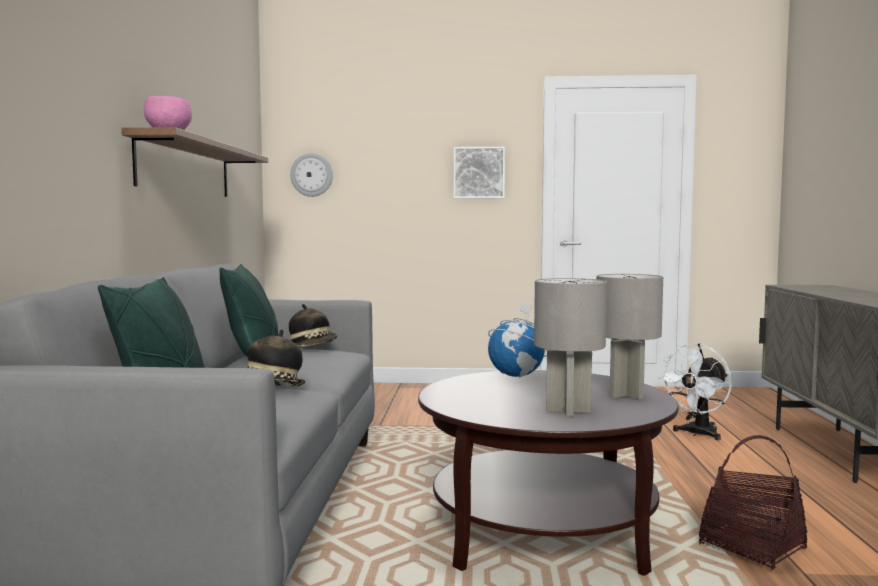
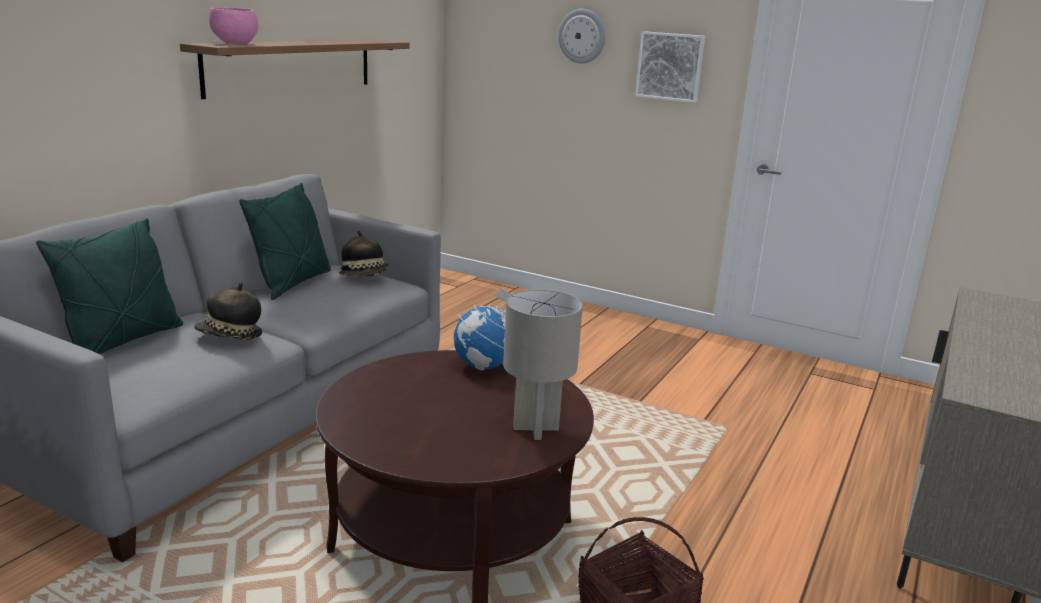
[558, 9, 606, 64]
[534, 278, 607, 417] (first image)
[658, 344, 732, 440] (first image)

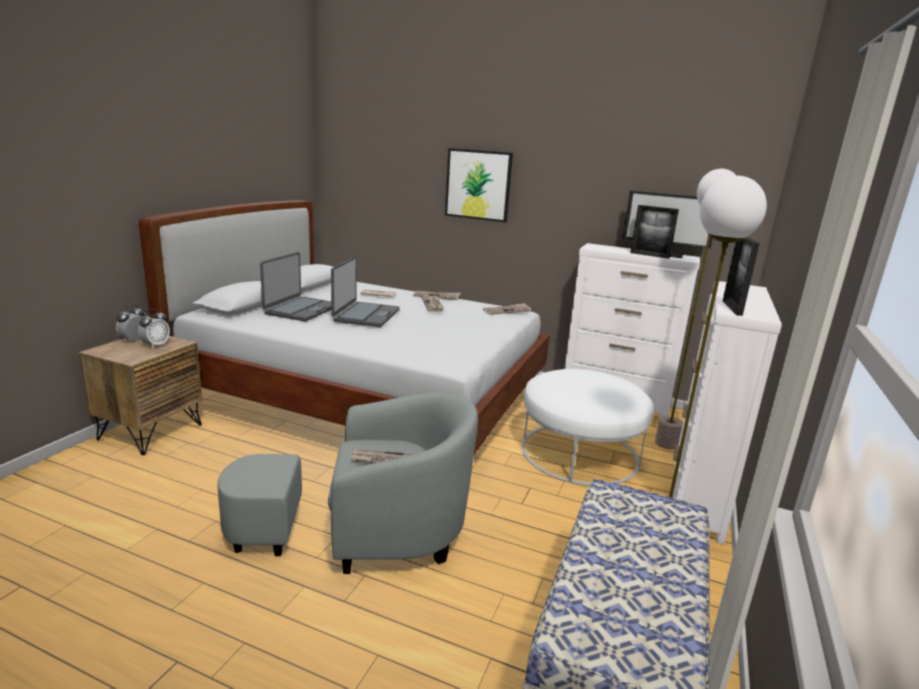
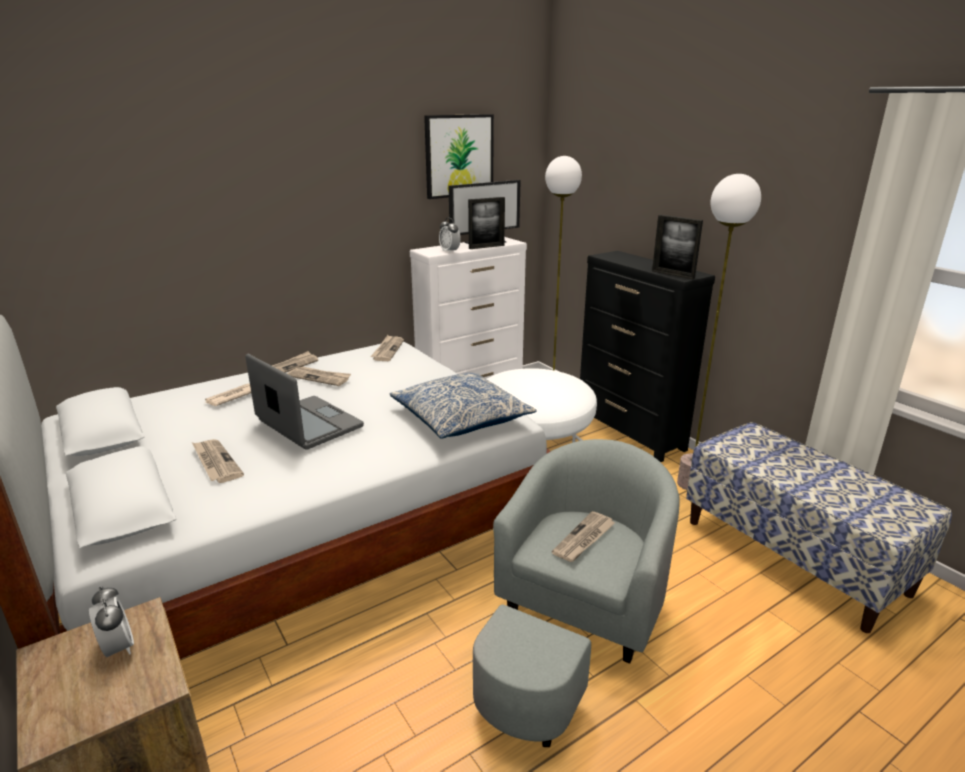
[439, 218, 461, 253]
[192, 439, 244, 483]
[424, 114, 494, 199]
[580, 251, 715, 462]
[389, 373, 537, 439]

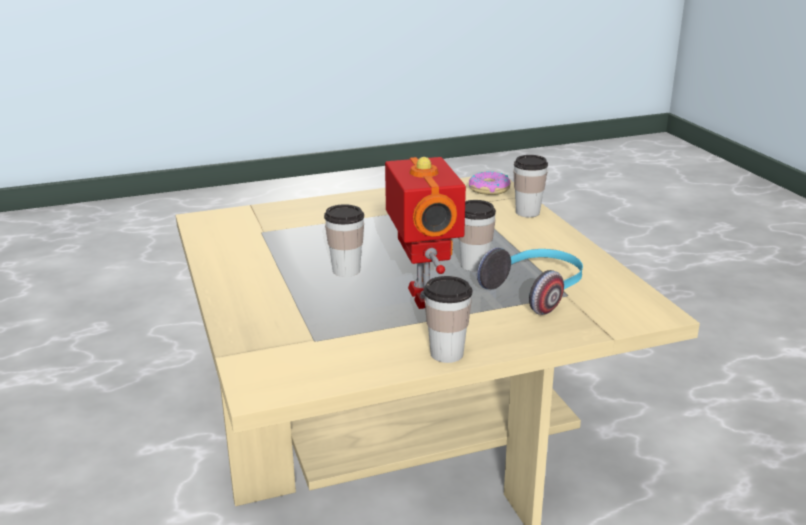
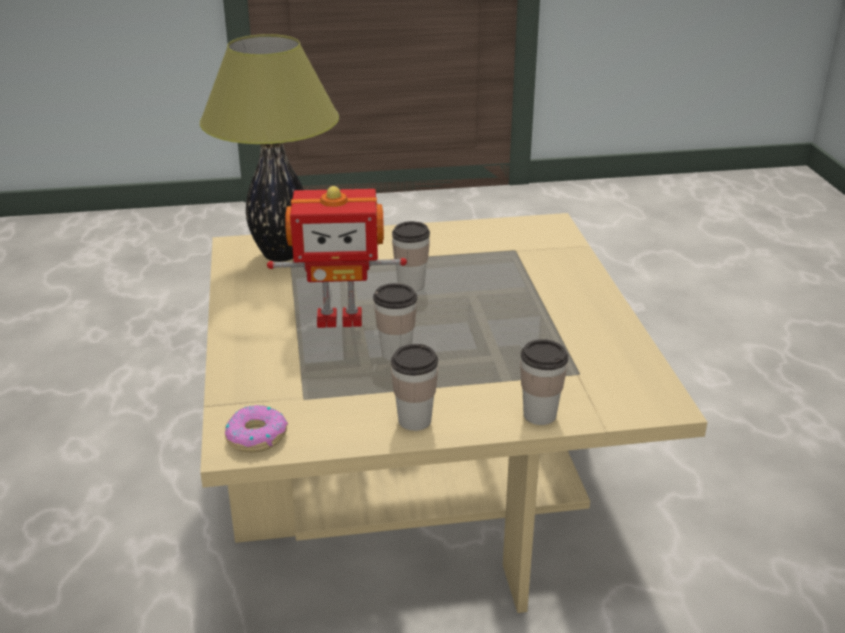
[391, 344, 438, 431]
[225, 405, 288, 452]
[477, 248, 583, 315] (first image)
[200, 34, 339, 262]

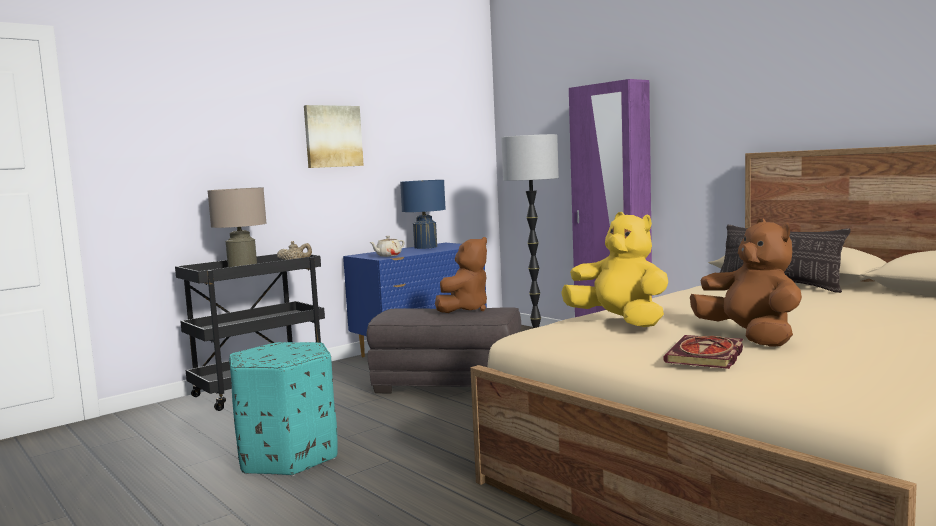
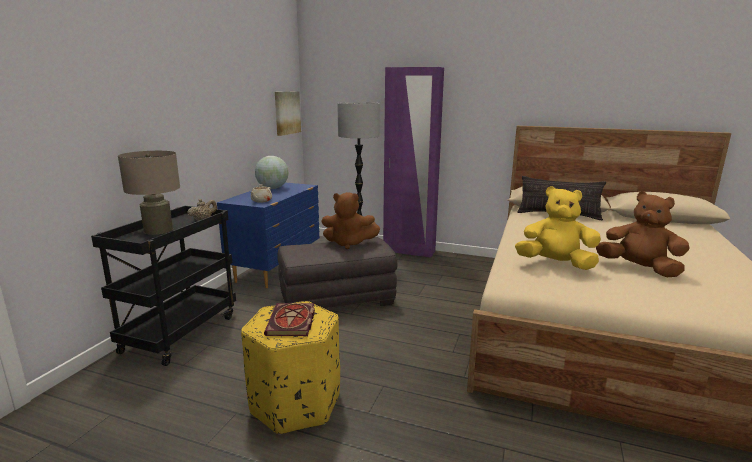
[241, 301, 340, 434]
[275, 91, 301, 136]
[255, 156, 288, 189]
[321, 192, 380, 249]
[264, 303, 315, 336]

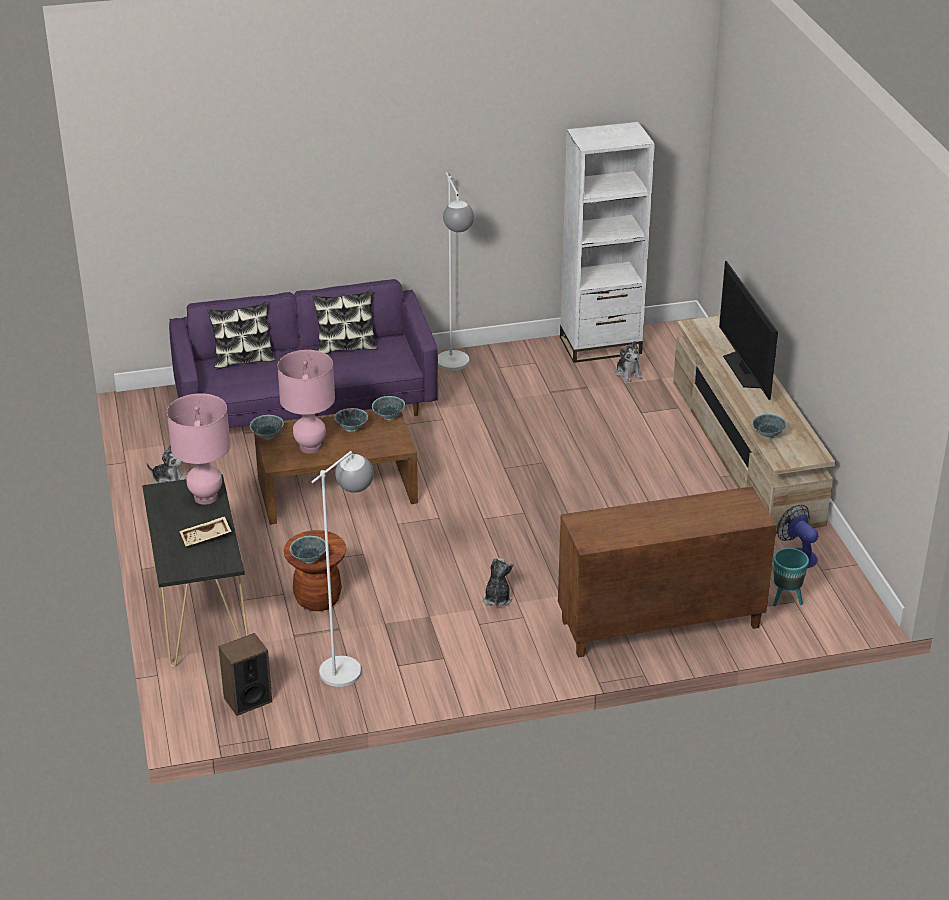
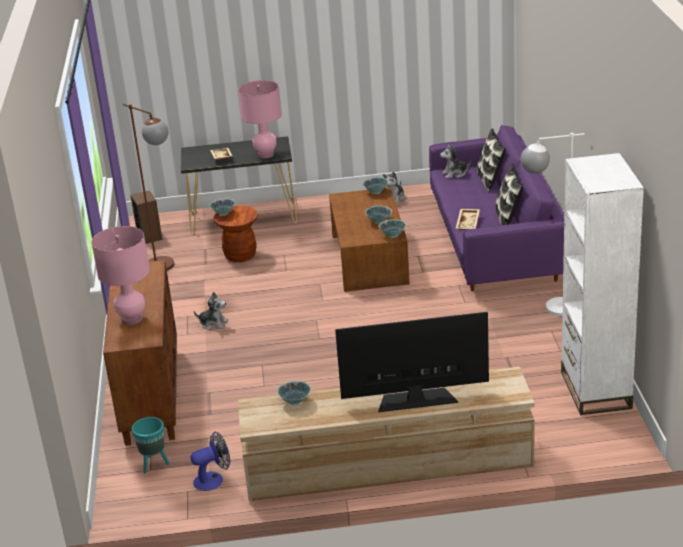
[91, 226, 150, 325]
[123, 104, 174, 271]
[440, 144, 471, 179]
[456, 209, 480, 230]

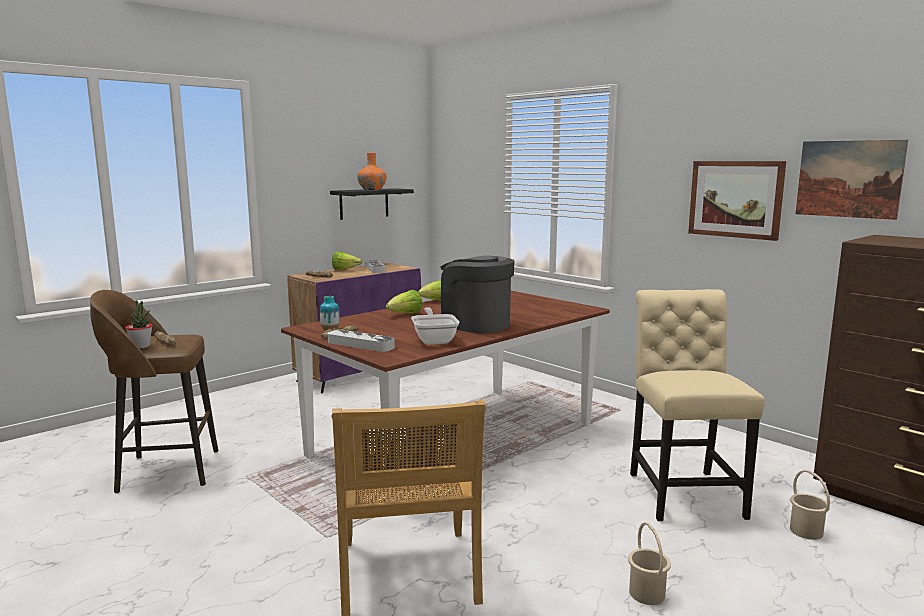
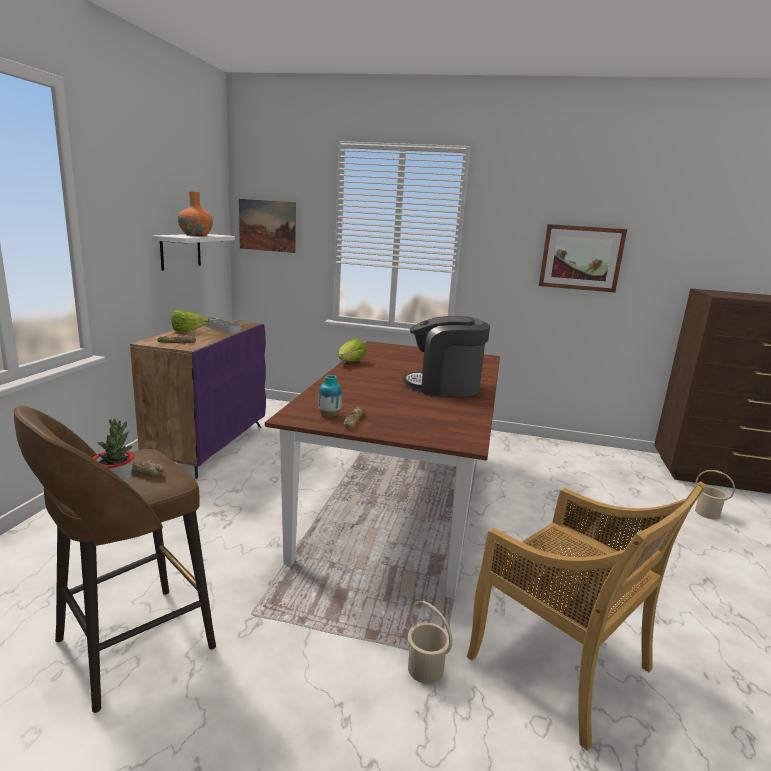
[328, 330, 395, 352] (first image)
[151, 234, 235, 271]
[386, 290, 423, 314] (first image)
[411, 308, 460, 344] (first image)
[408, 601, 452, 684]
[630, 289, 765, 522] (first image)
[239, 199, 296, 253]

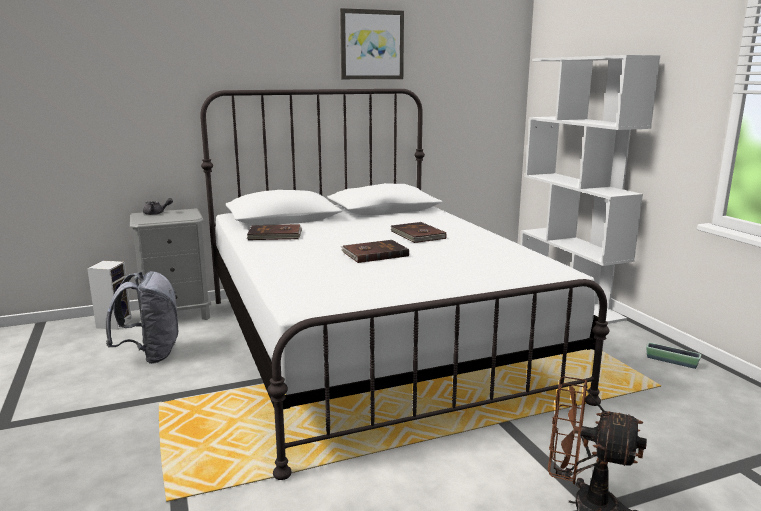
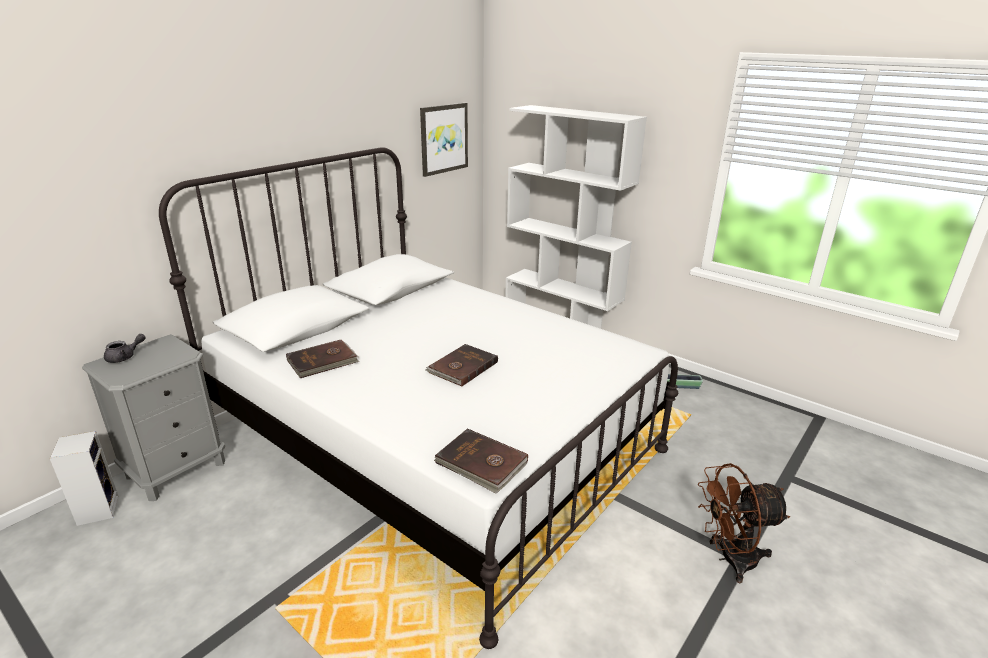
[106, 271, 178, 364] (first image)
[420, 103, 468, 177]
[434, 428, 528, 493]

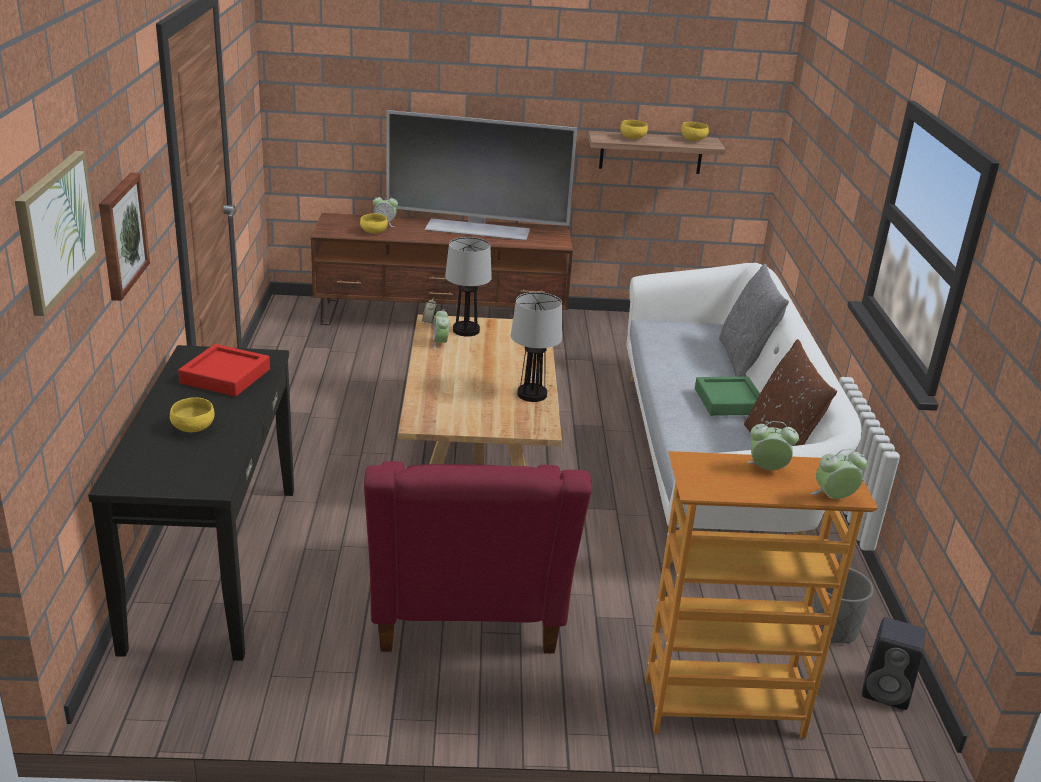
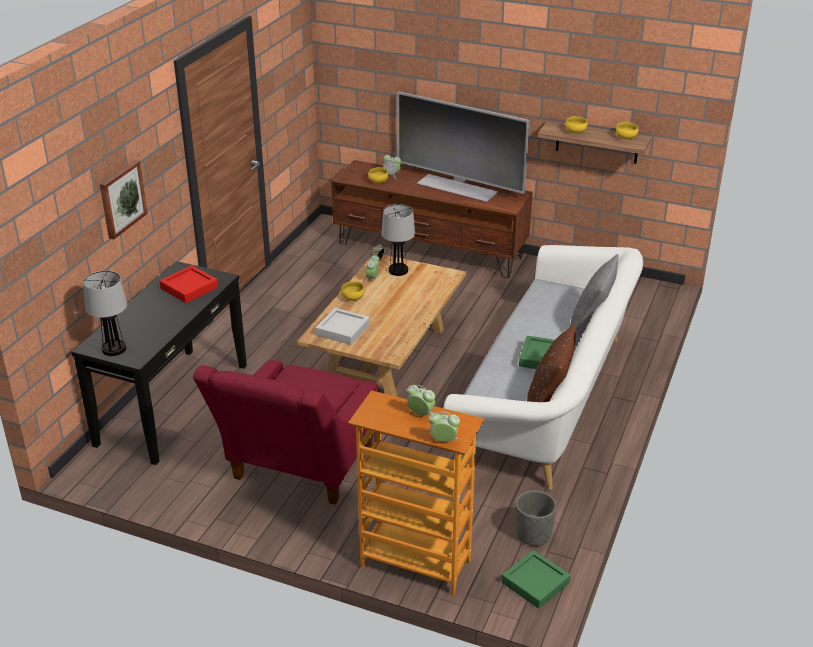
[15, 151, 99, 316] (first image)
[341, 281, 365, 301]
[83, 271, 127, 356]
[502, 550, 571, 609]
[316, 308, 370, 345]

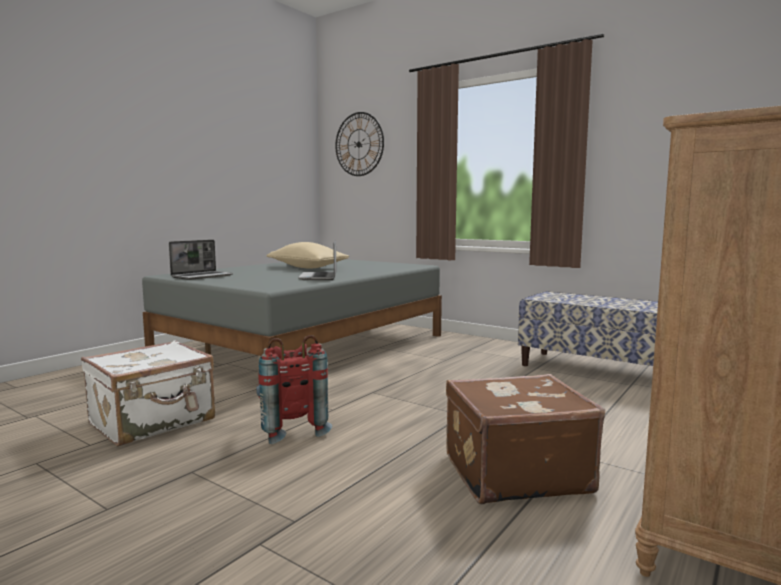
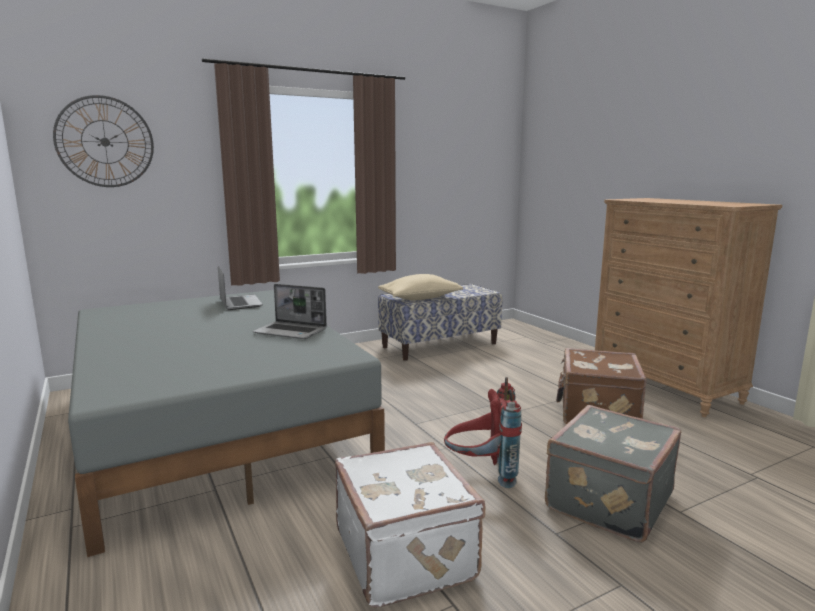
[218, 266, 263, 310]
[378, 274, 463, 300]
[545, 405, 681, 543]

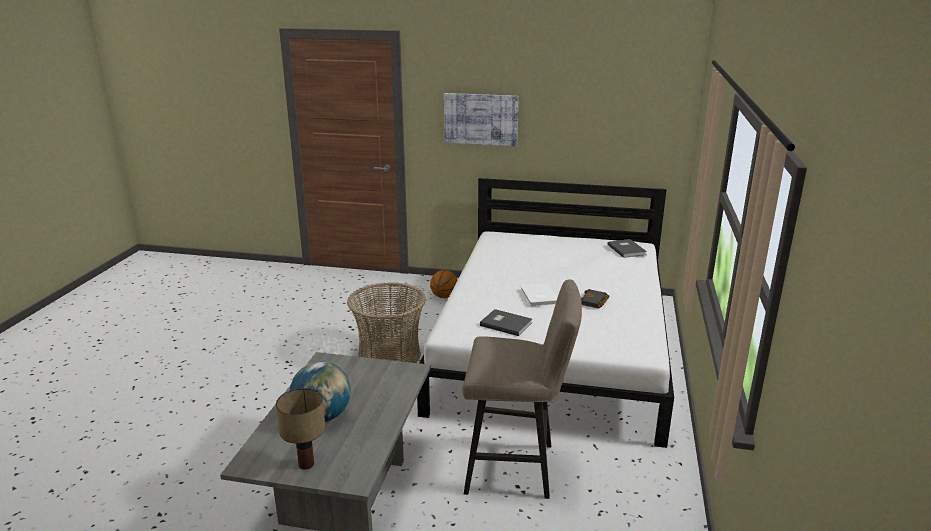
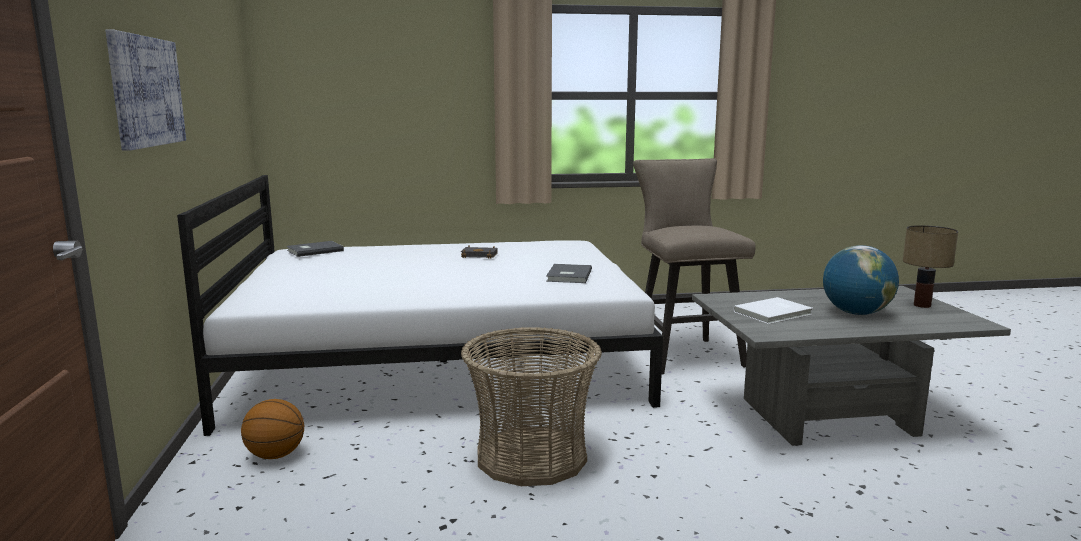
[733, 297, 813, 324]

